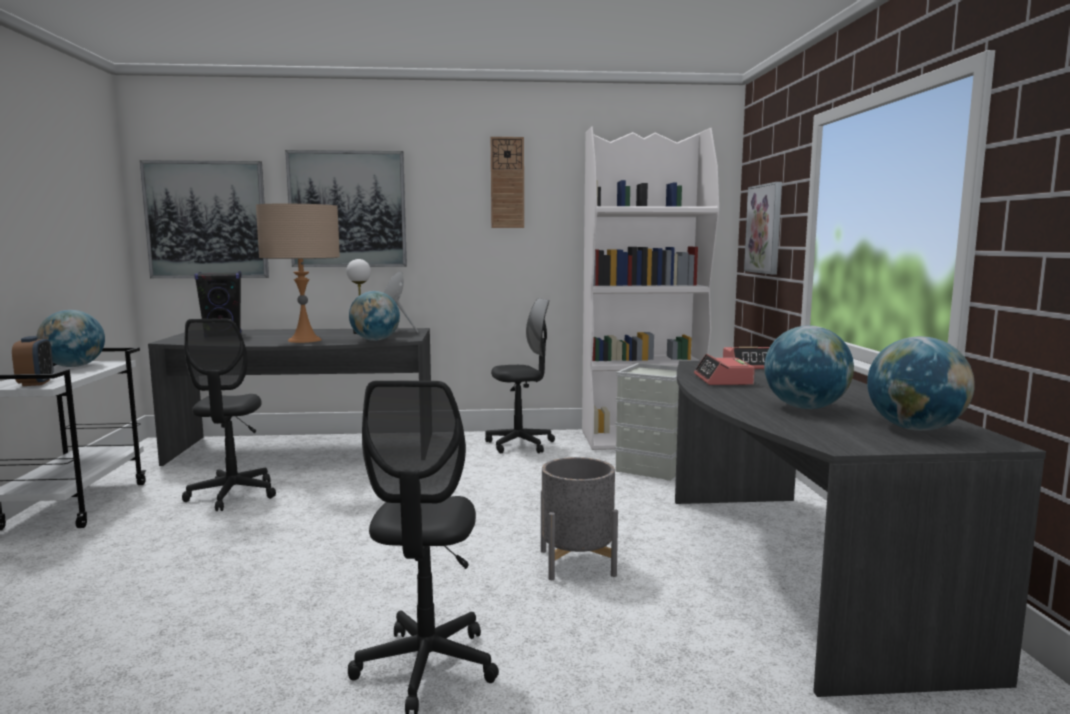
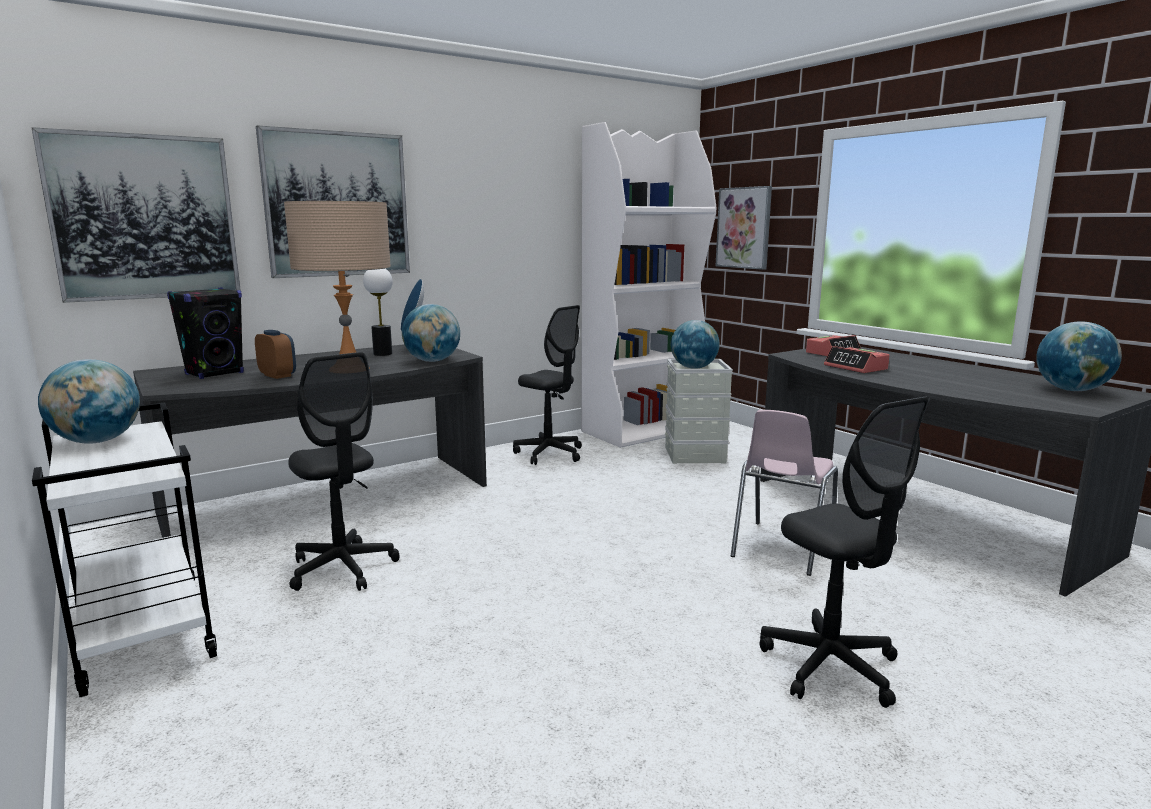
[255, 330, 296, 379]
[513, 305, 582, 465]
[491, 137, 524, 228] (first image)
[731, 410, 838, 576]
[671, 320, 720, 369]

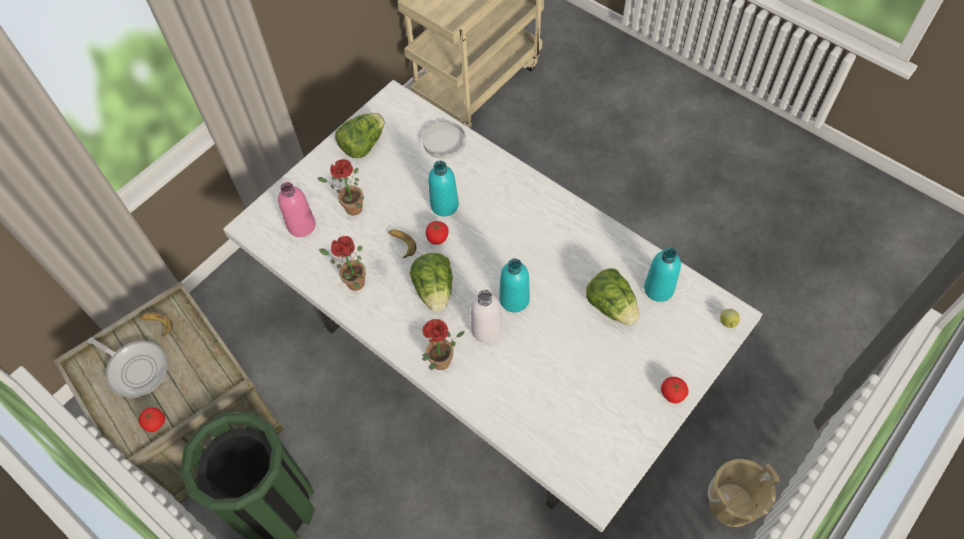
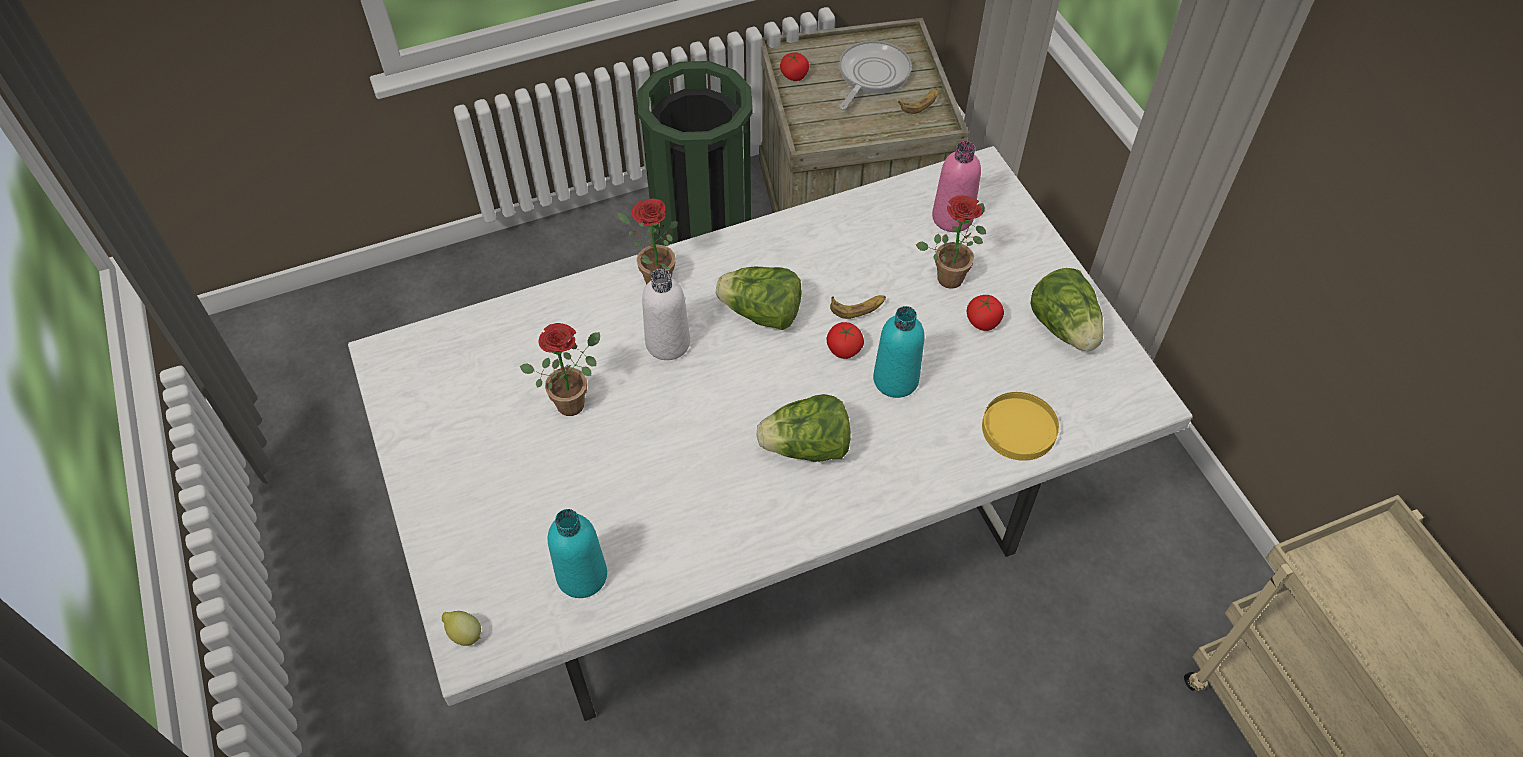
[839, 41, 912, 110]
[520, 323, 600, 416]
[982, 392, 1059, 461]
[499, 258, 530, 312] (first image)
[756, 394, 851, 462]
[967, 295, 1004, 331]
[708, 459, 780, 527] (first image)

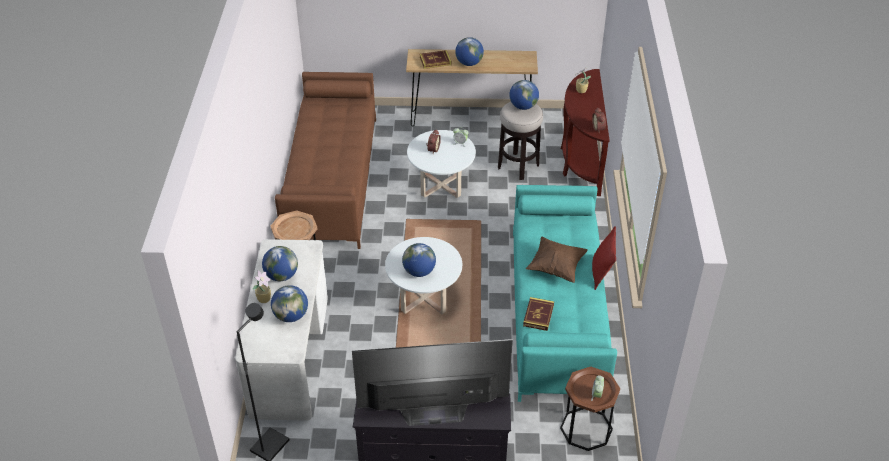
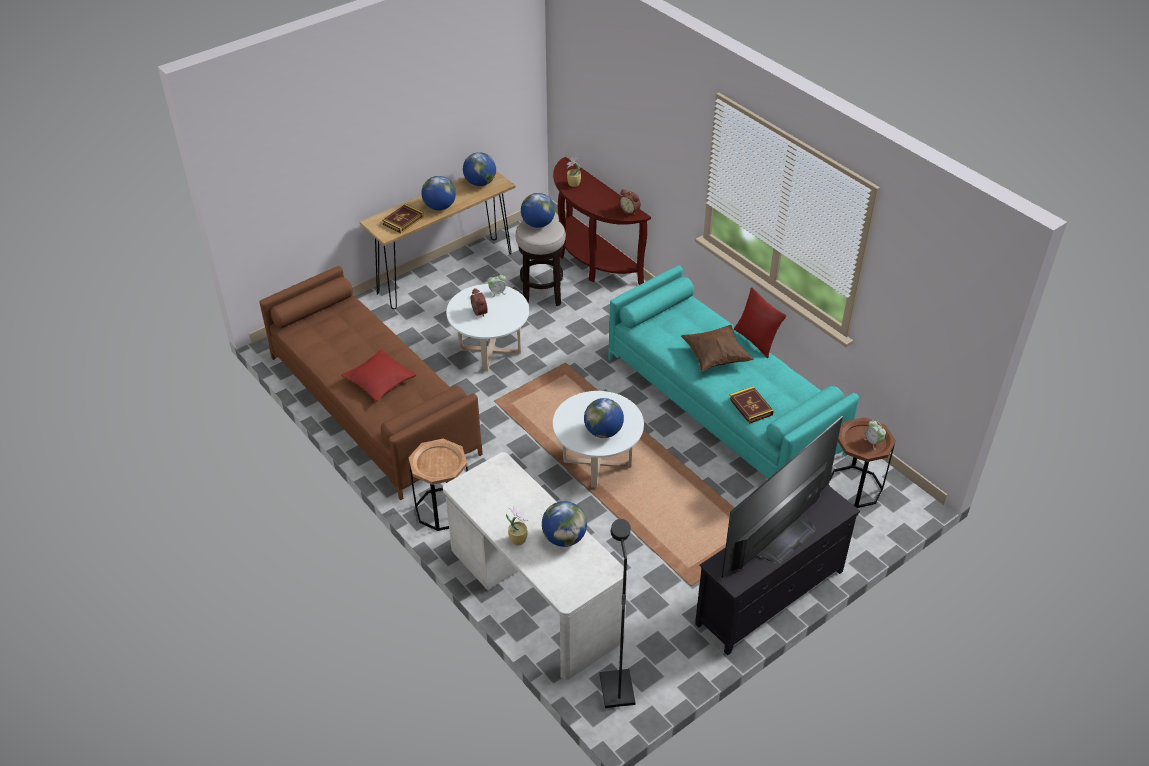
[463, 152, 496, 186]
[341, 350, 417, 402]

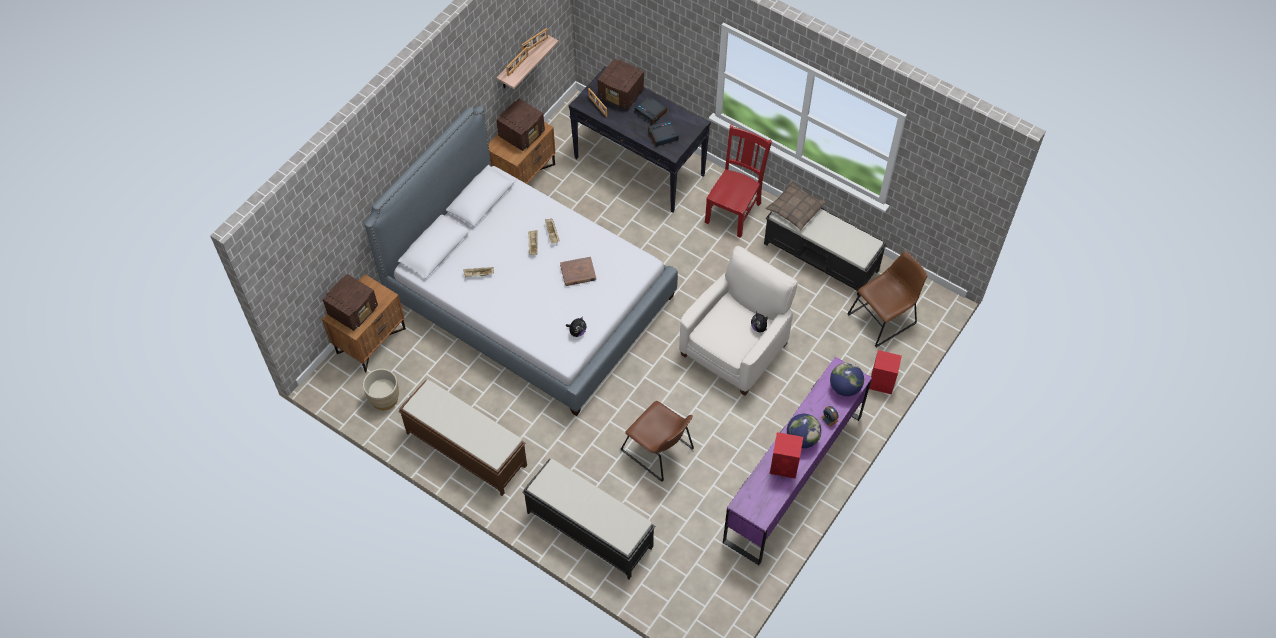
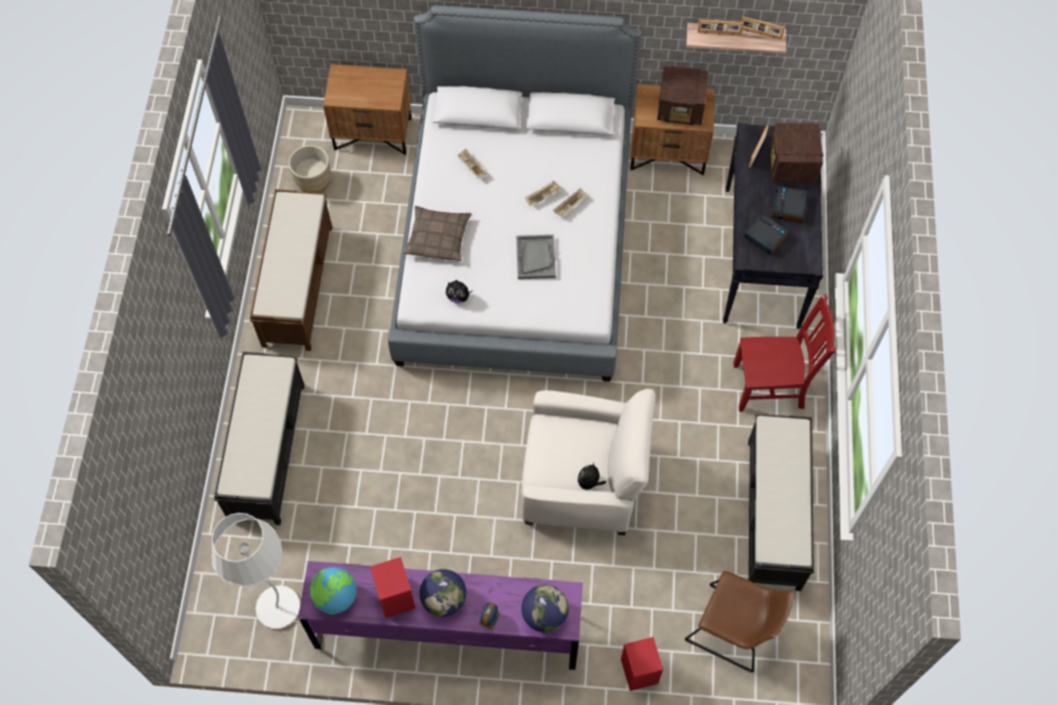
[322, 274, 378, 331] (first image)
[516, 235, 556, 279]
[621, 401, 694, 482] (first image)
[404, 206, 472, 262]
[212, 513, 300, 629]
[310, 567, 356, 614]

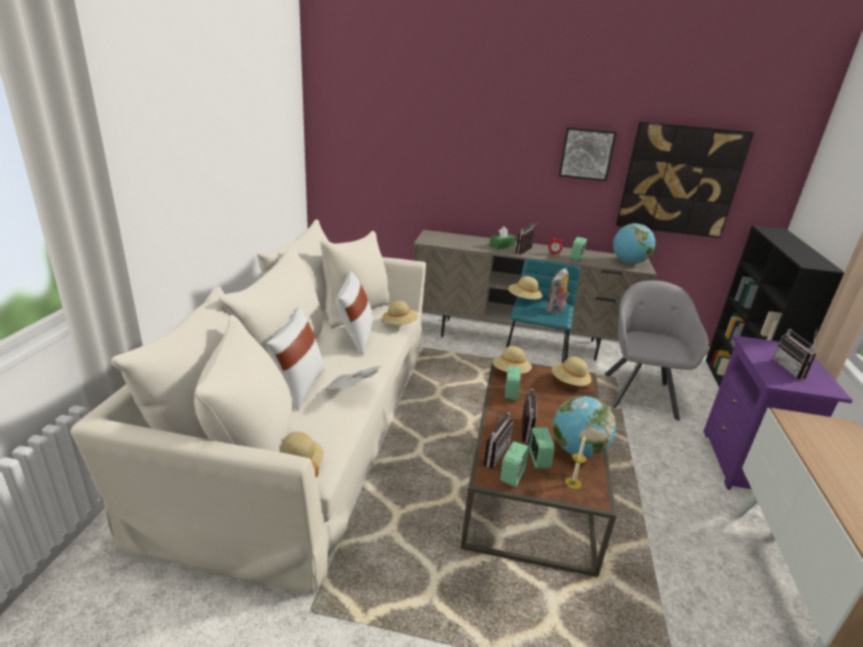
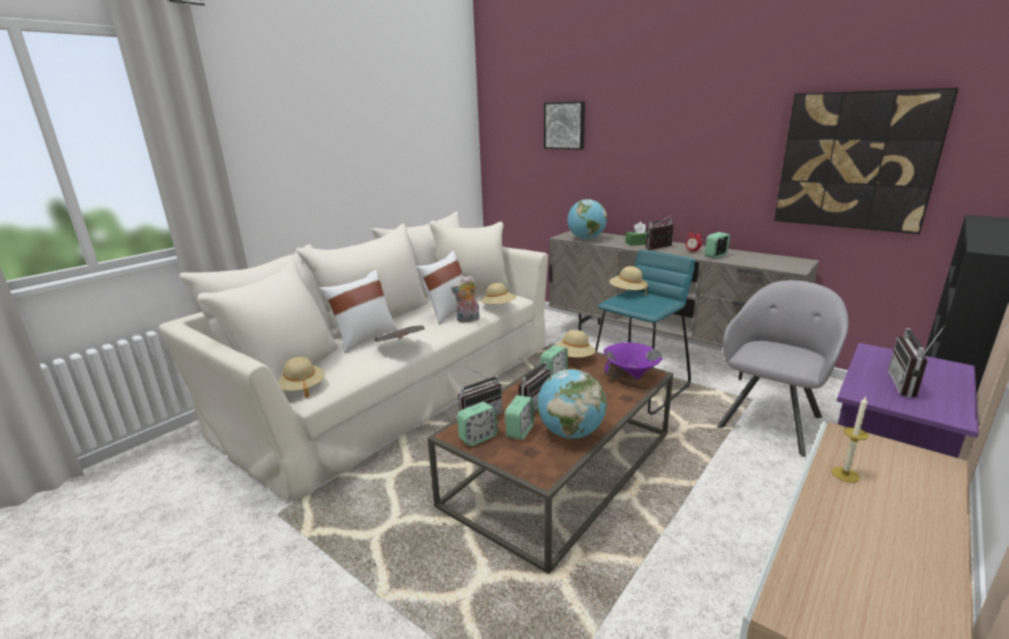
[450, 275, 480, 323]
[603, 342, 663, 380]
[544, 101, 585, 150]
[832, 396, 869, 483]
[567, 199, 607, 240]

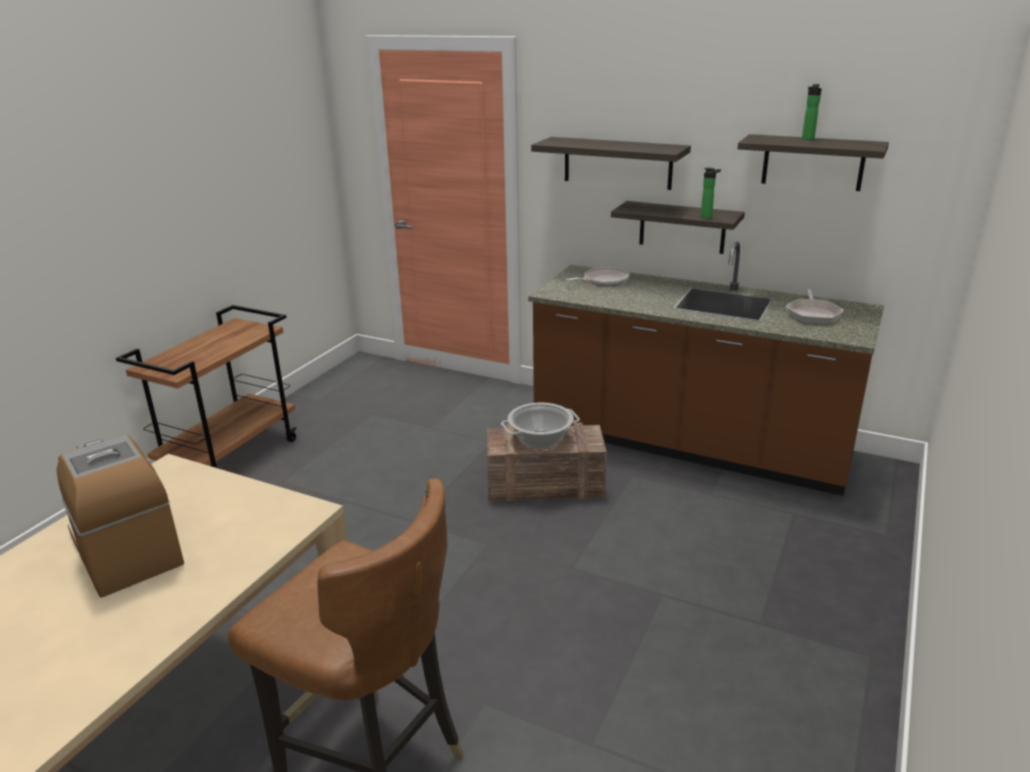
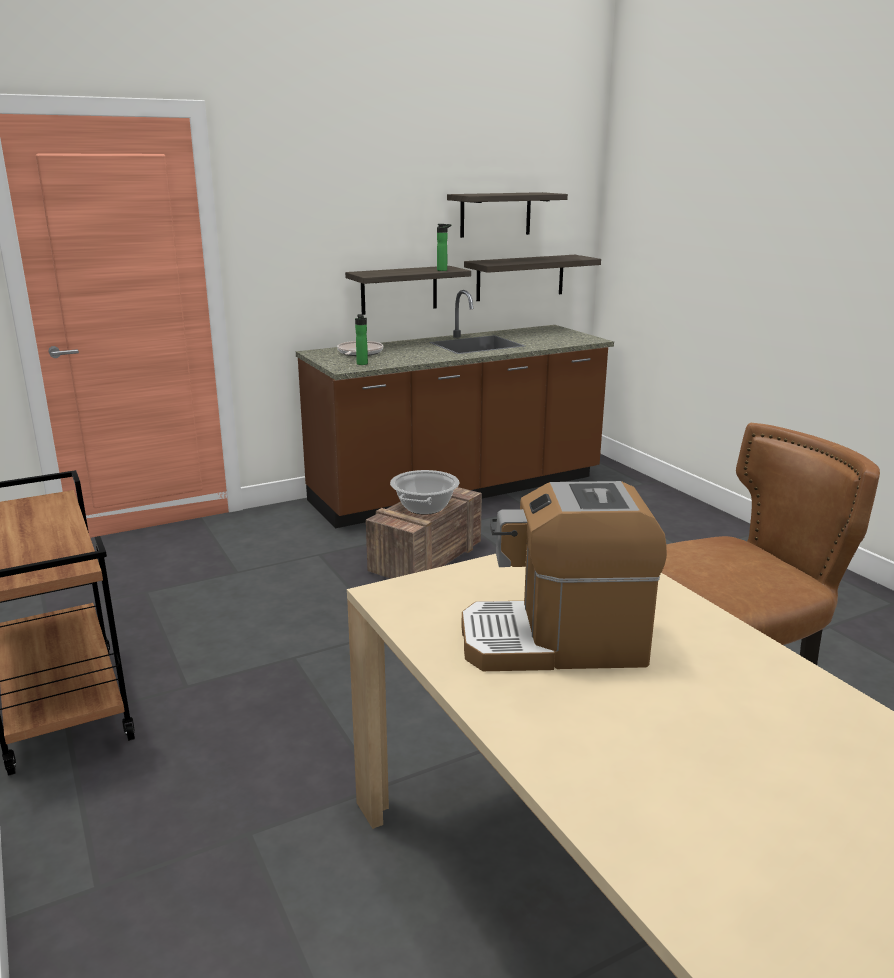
[464, 255, 601, 301]
[786, 289, 844, 325] (first image)
[355, 314, 368, 365]

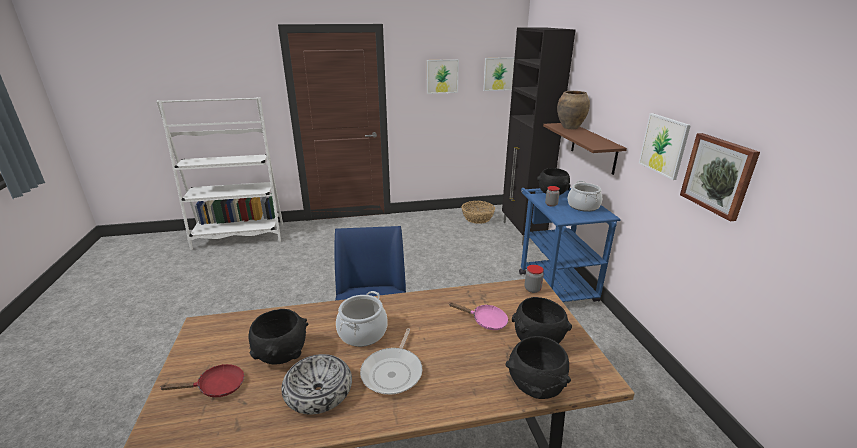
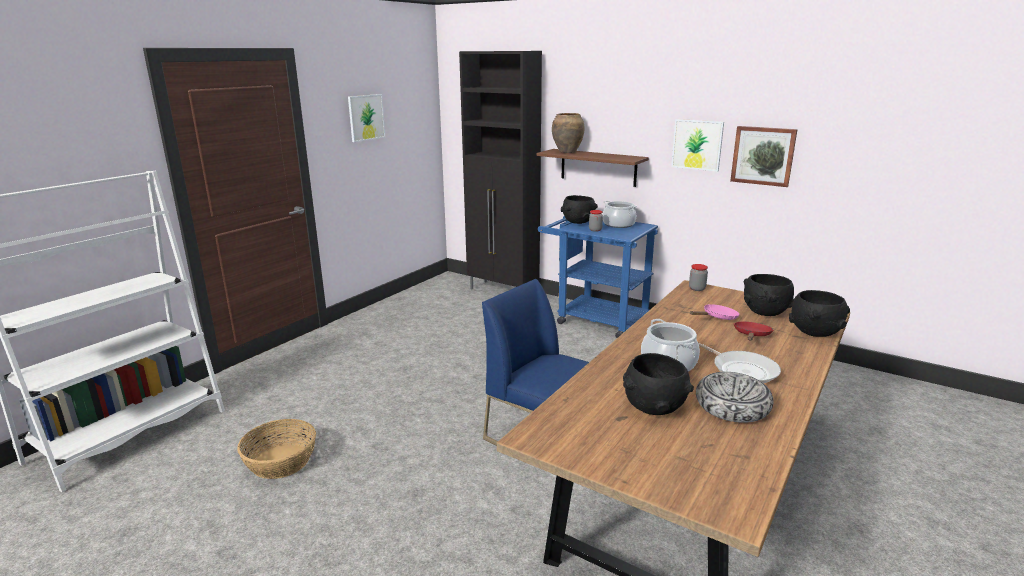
[733, 322, 774, 340]
[237, 419, 316, 479]
[483, 57, 515, 91] (first image)

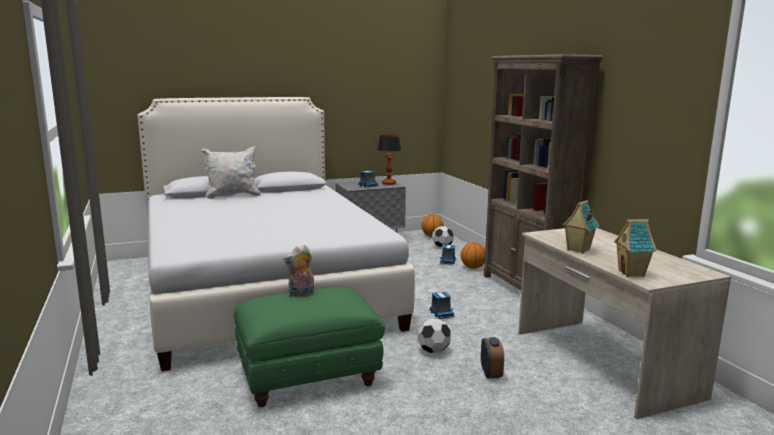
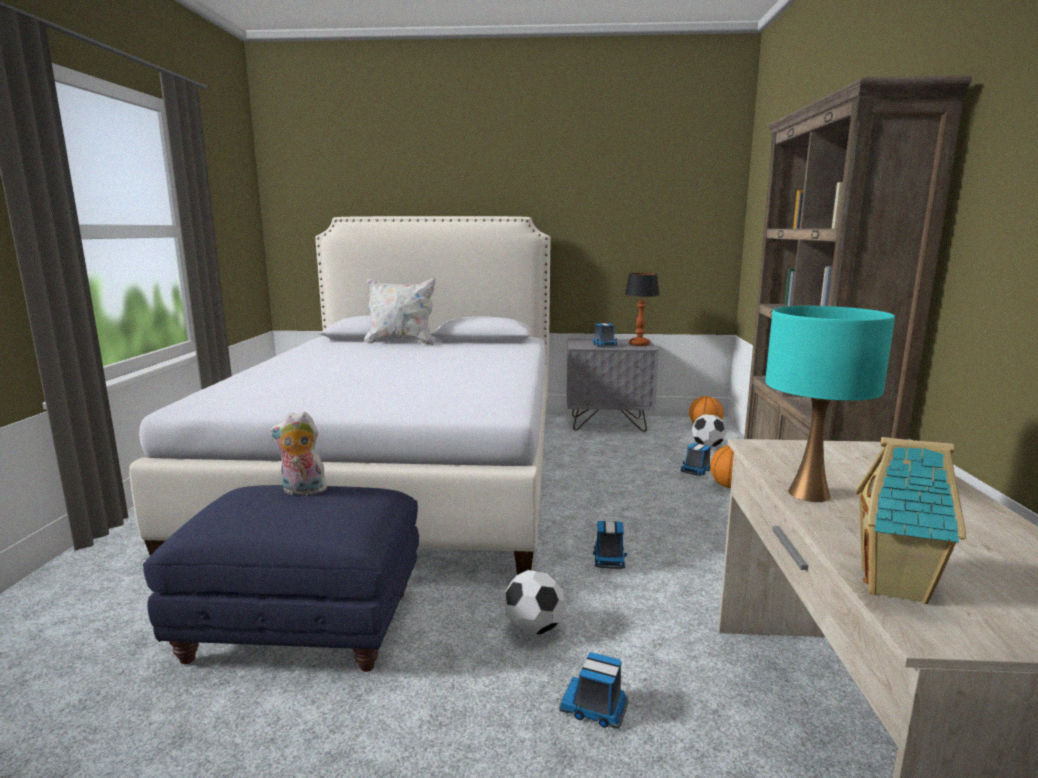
[143, 485, 419, 672]
[559, 653, 628, 729]
[765, 306, 895, 502]

